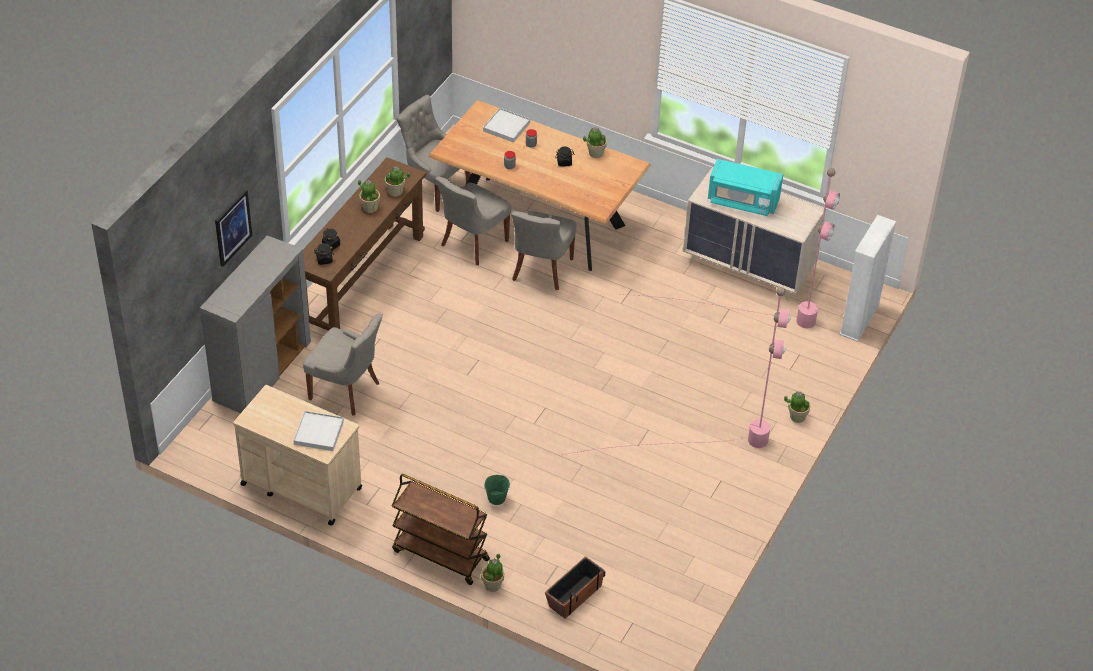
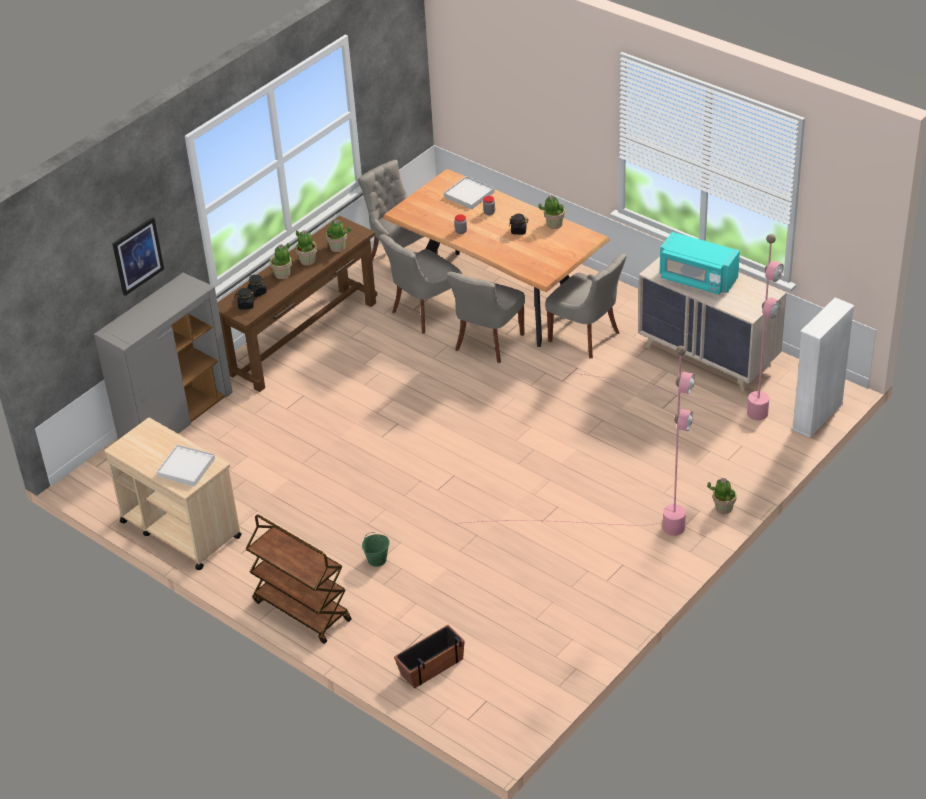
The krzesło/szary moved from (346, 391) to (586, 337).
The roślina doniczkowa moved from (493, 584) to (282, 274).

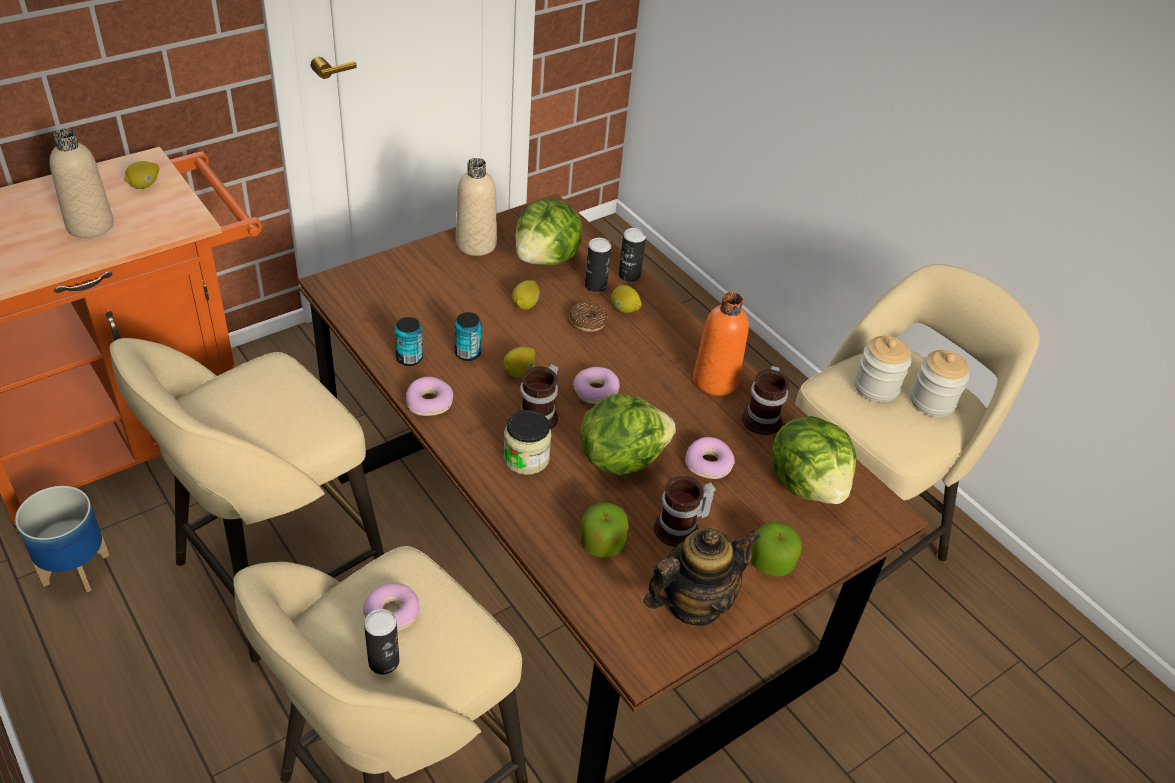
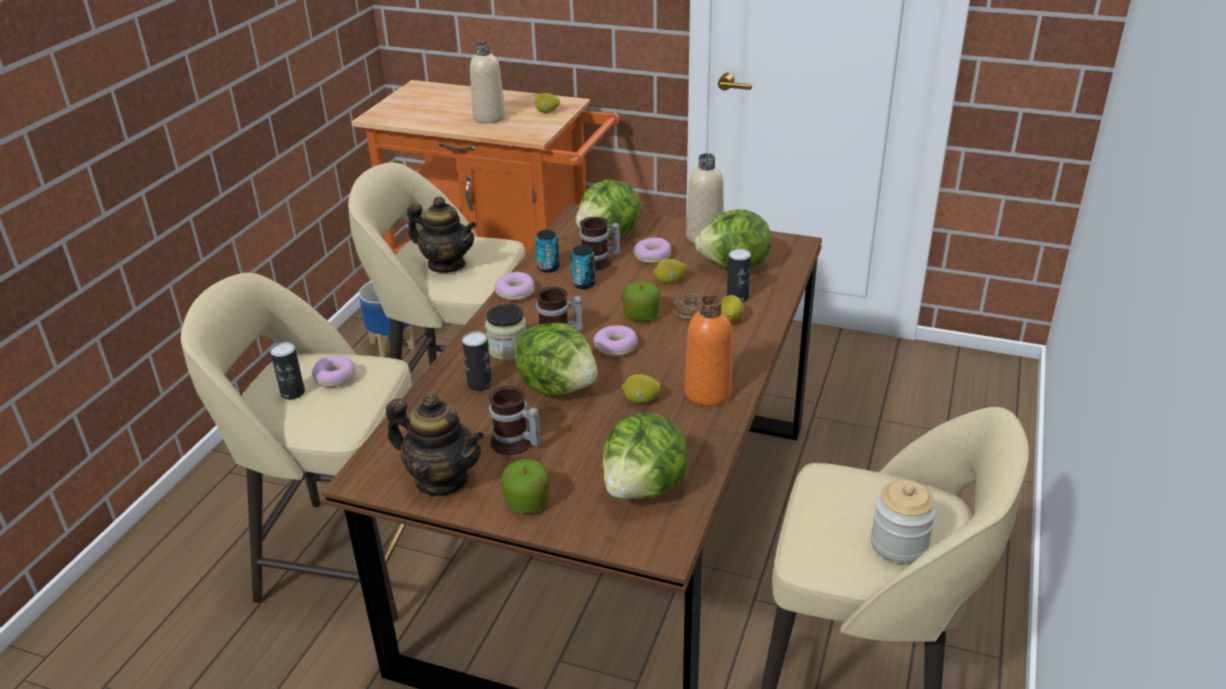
The puszka moved from (629, 276) to (479, 384).
The słoik at (876, 387) disappeared.
The cytryna moved from (519, 371) to (641, 400).
The kubek moved from (764, 417) to (599, 262).
The donut moved from (708, 464) to (652, 257).
The jabłko moved from (602, 543) to (641, 315).
The sałata at (610, 234) appeared.
The imbryk at (446, 265) appeared.

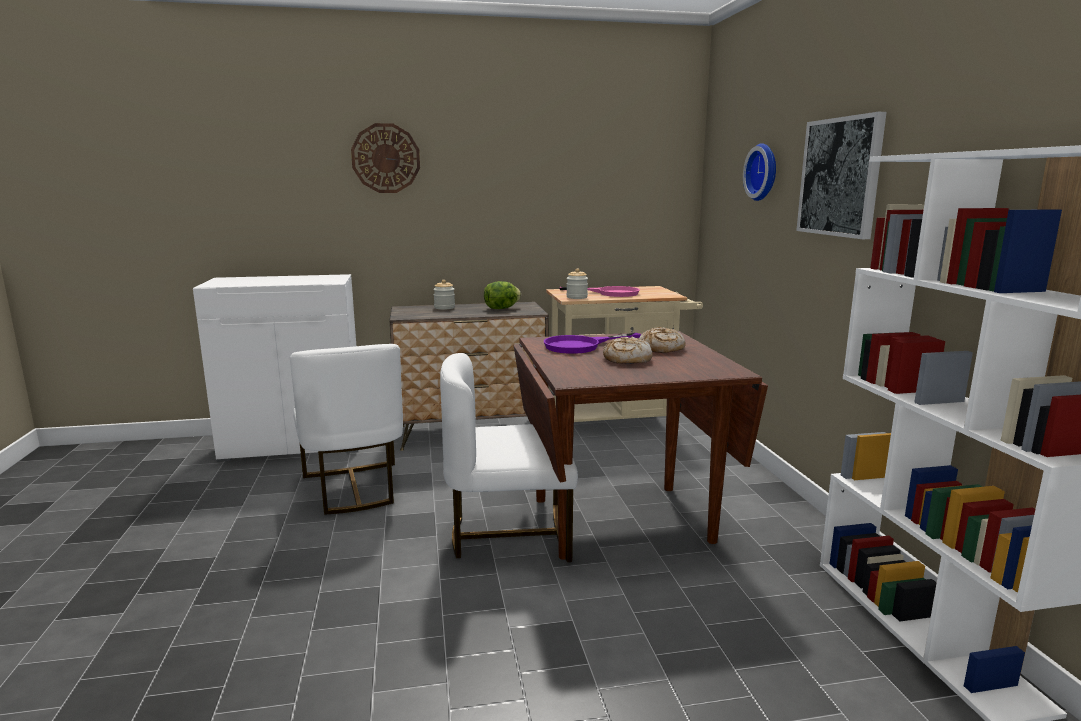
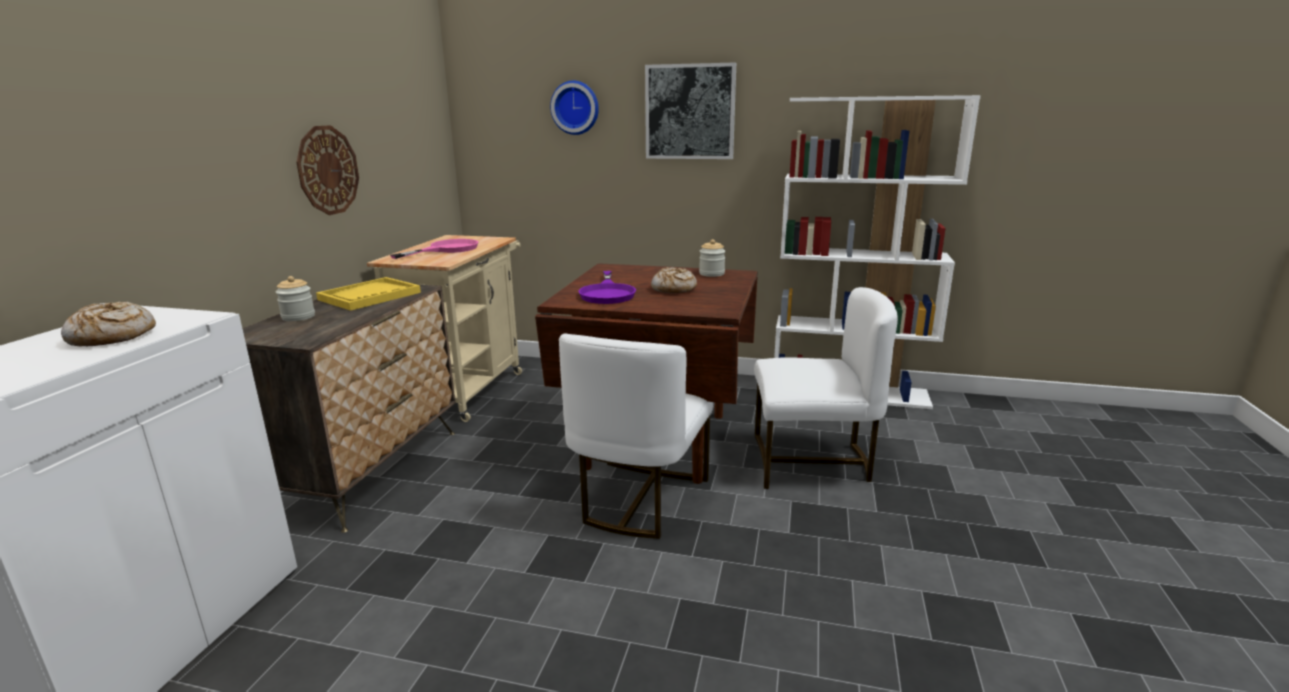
The zegar ścienny moved from (386, 158) to (328, 170).
The słoik moved from (577, 297) to (711, 274).
The sałata at (501, 308) was replaced by the taca/żółty at (369, 296).
The chleb moved from (661, 349) to (112, 337).
The krzesło/biały moved from (353, 488) to (811, 462).

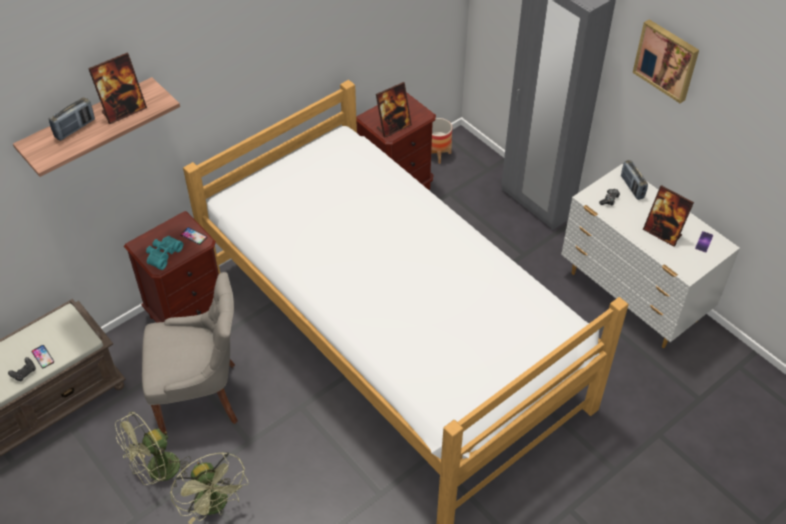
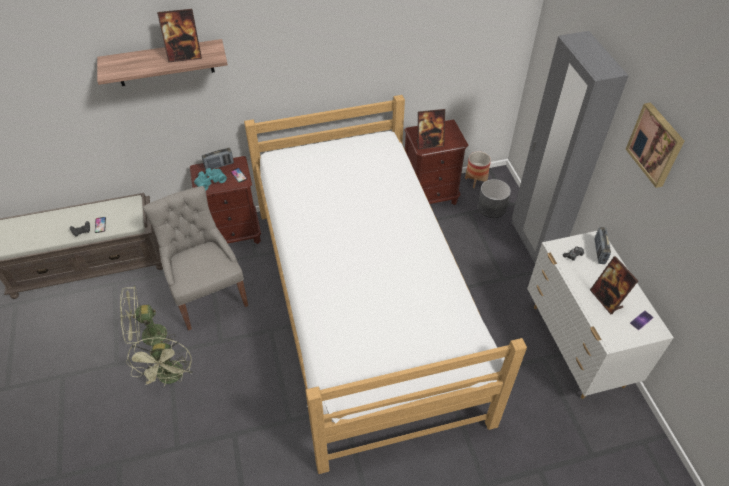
The radio moved from (75, 128) to (219, 165).
The krzesło/szary at (201, 396) turned 135 degrees counterclockwise.
The donica/szary at (492, 208) appeared.

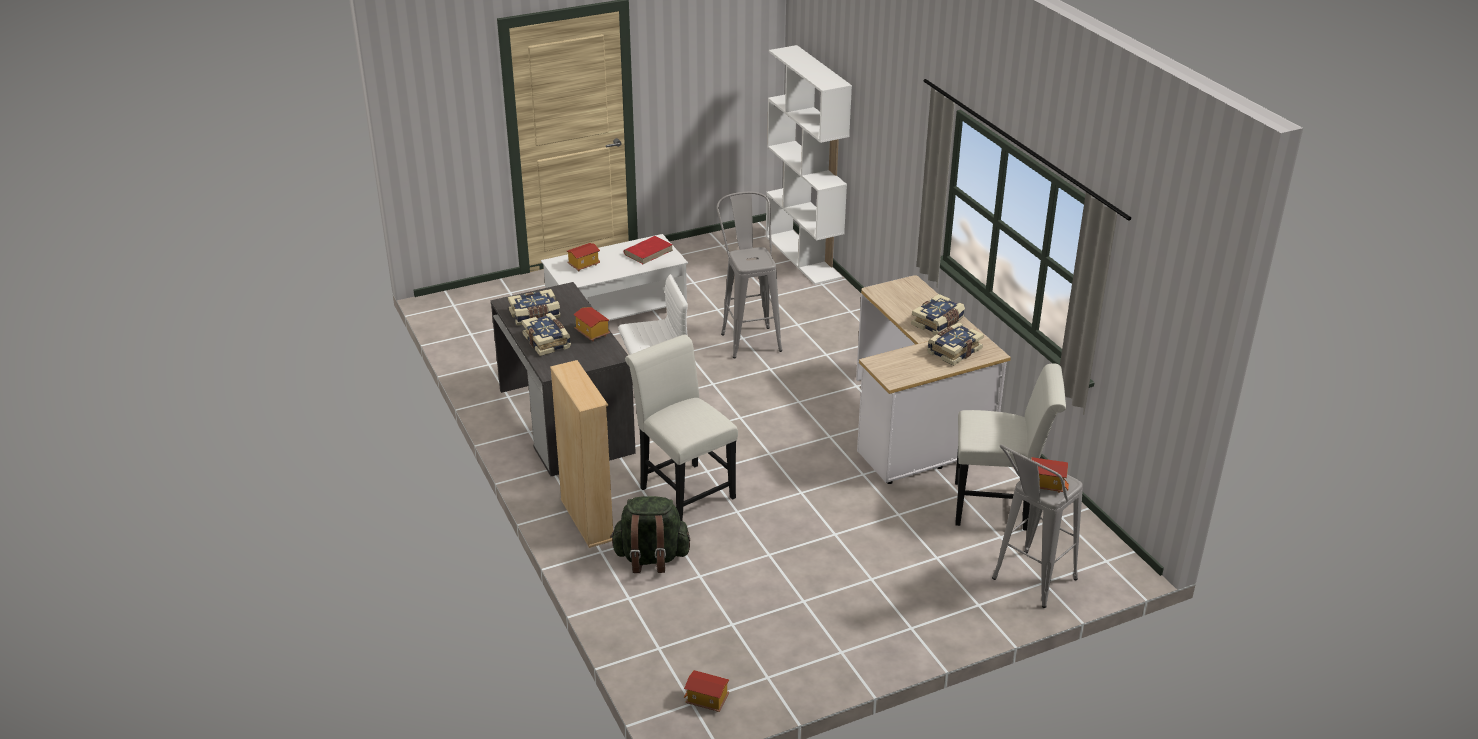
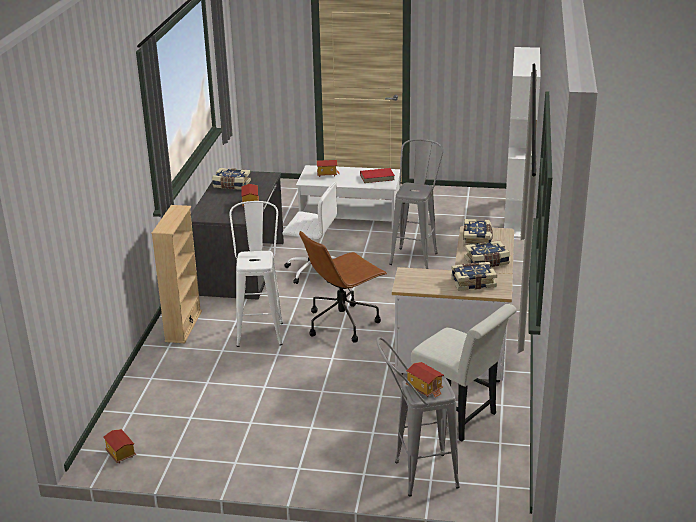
The książka moved from (548, 341) to (477, 239).
The krzesło/biały at (683, 489) was replaced by the stołek/biały at (260, 330).
The plecak/zielony at (651, 558) disappeared.
The krzesło biurowe/brązowy at (343, 322) appeared.

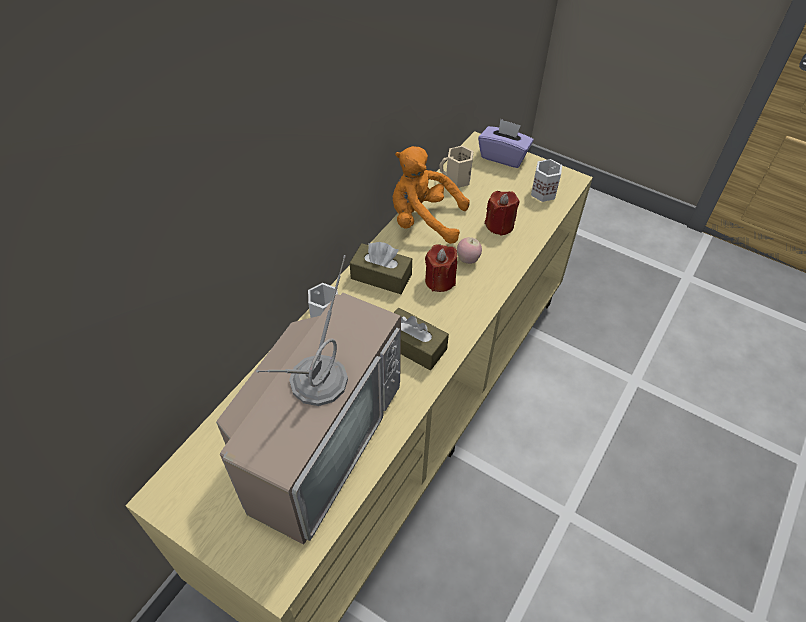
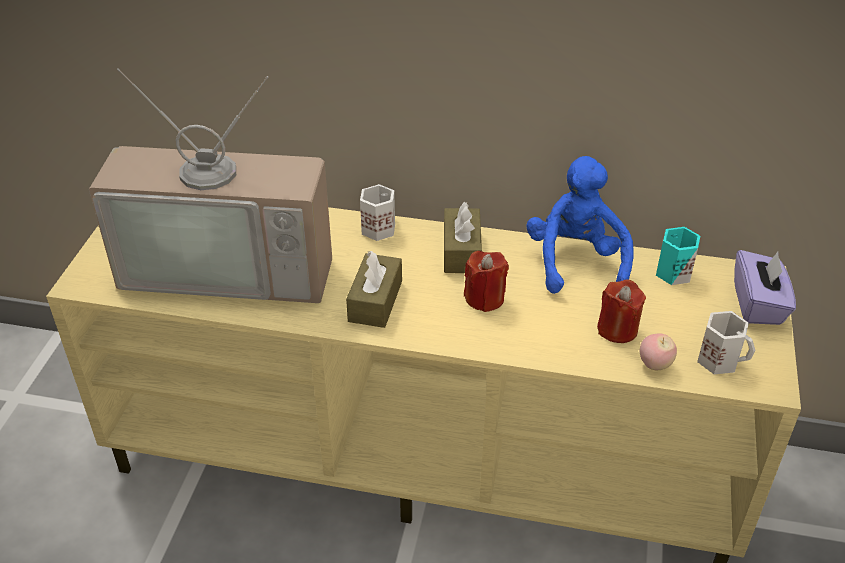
The pluszak/pomarańczowy at (423, 220) became the pluszak/niebieski at (575, 261).
The kubek/beżowy at (456, 179) became the kubek/turkusowy at (672, 272).
The jabłko moved from (468, 260) to (654, 365).

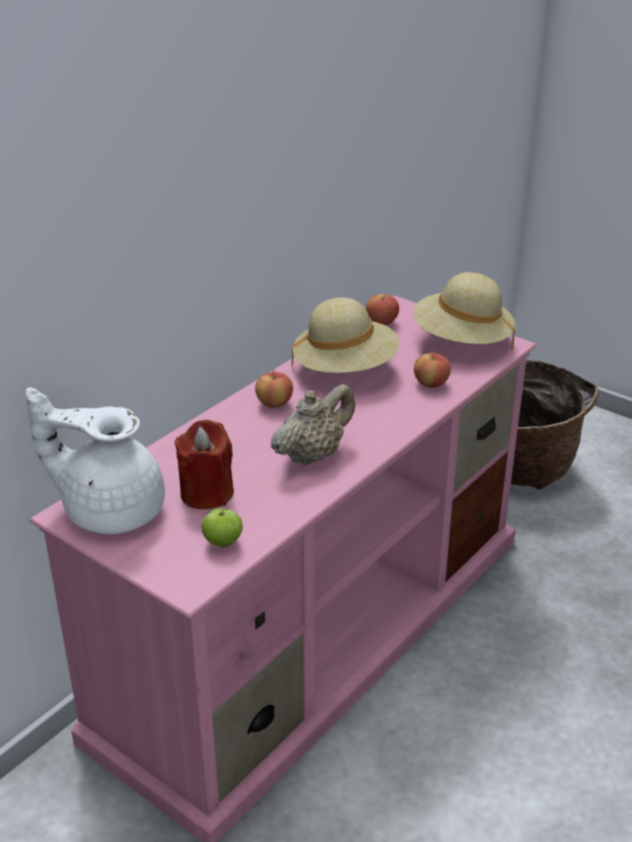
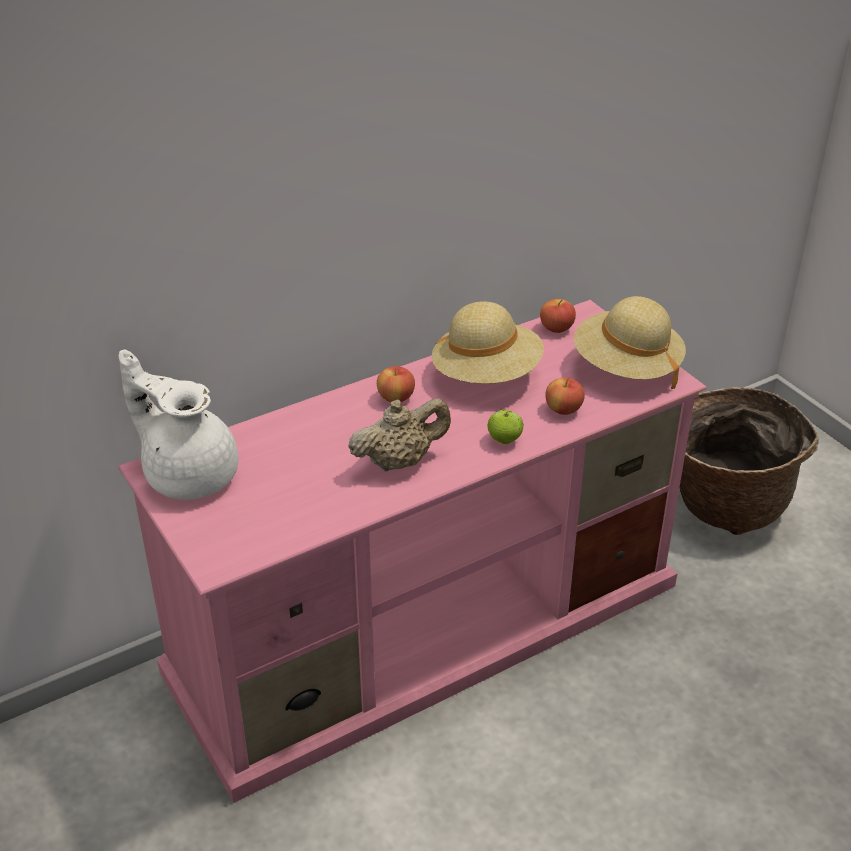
The świeca/czerwony at (207, 493) disappeared.
The jabłko moved from (223, 542) to (504, 440).

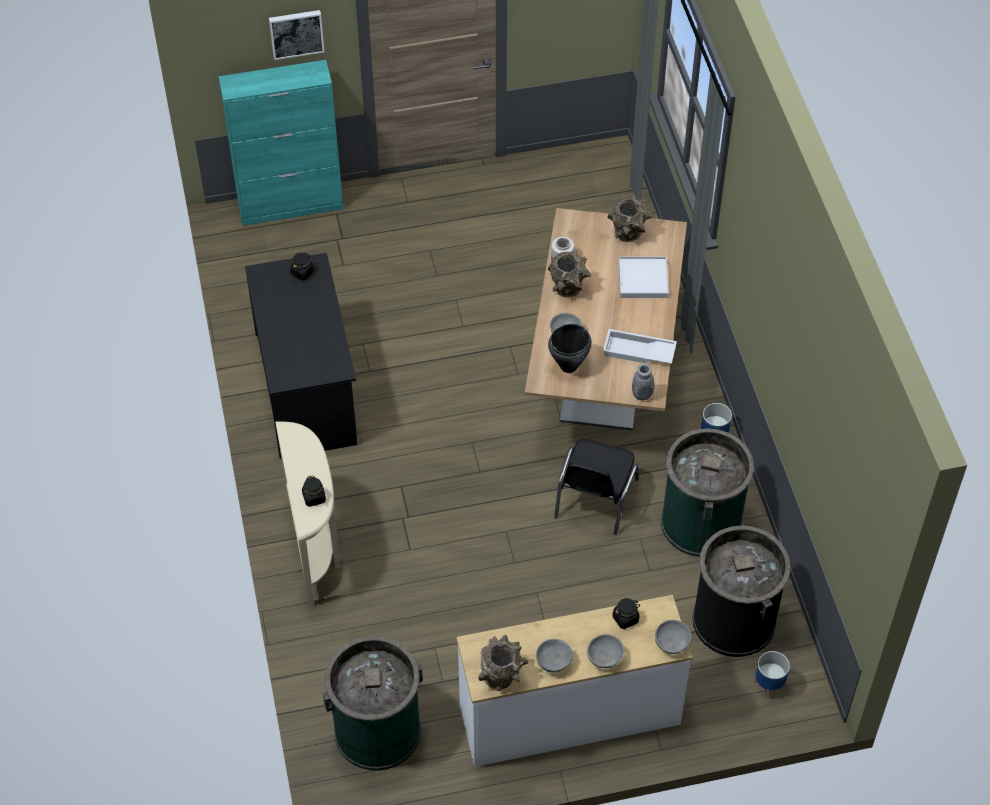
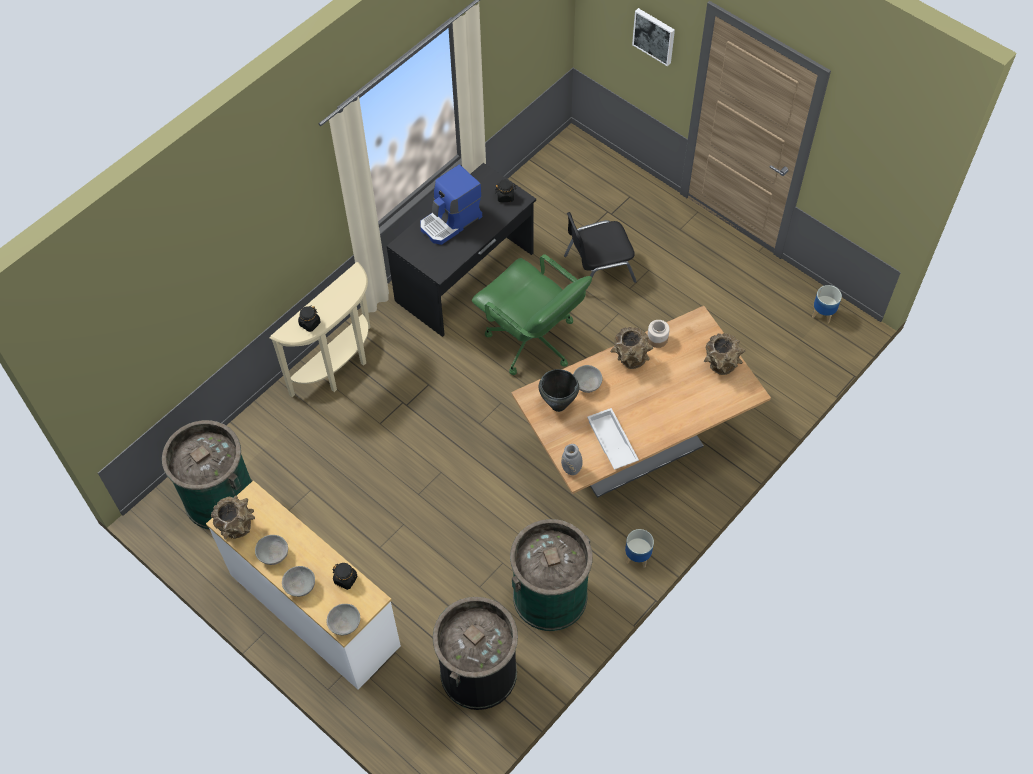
The szafka/turkusowy at (291, 205) disappeared.
The taca/biały at (643, 279) disappeared.
The krzesło/czarny moved from (594, 499) to (598, 268).
The donica moved from (768, 685) to (822, 313).
The ekspres do kawy at (451, 222) appeared.
The krzesło biurowe/zielony at (532, 341) appeared.

